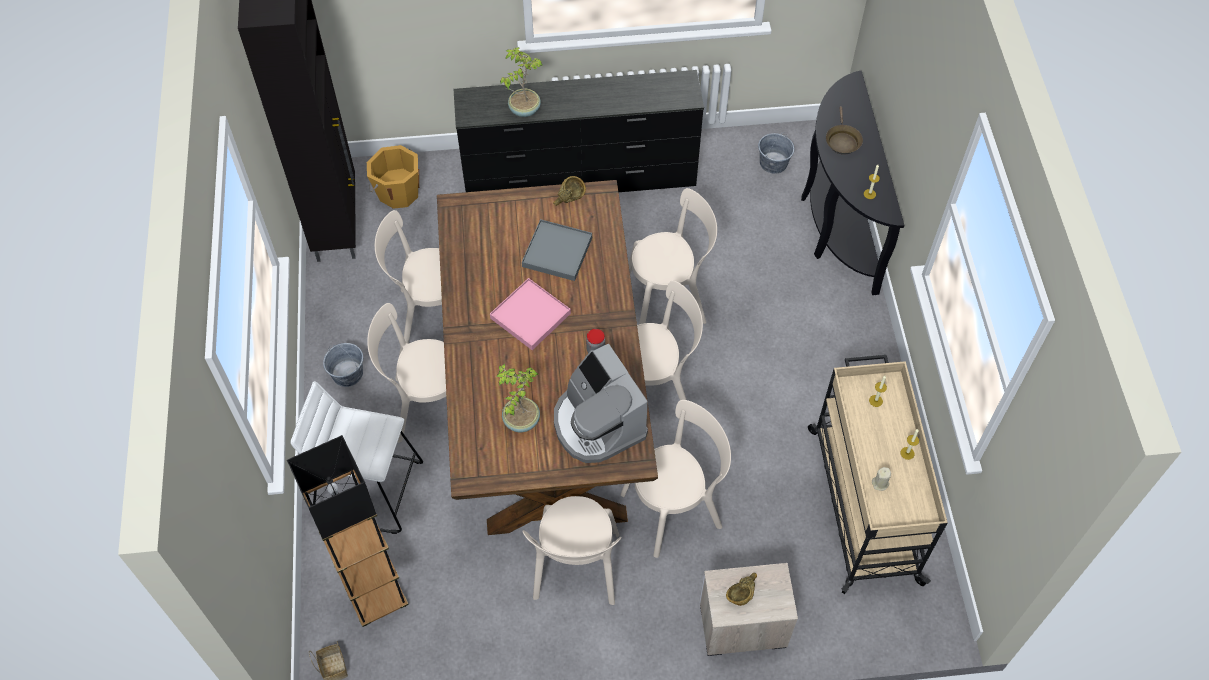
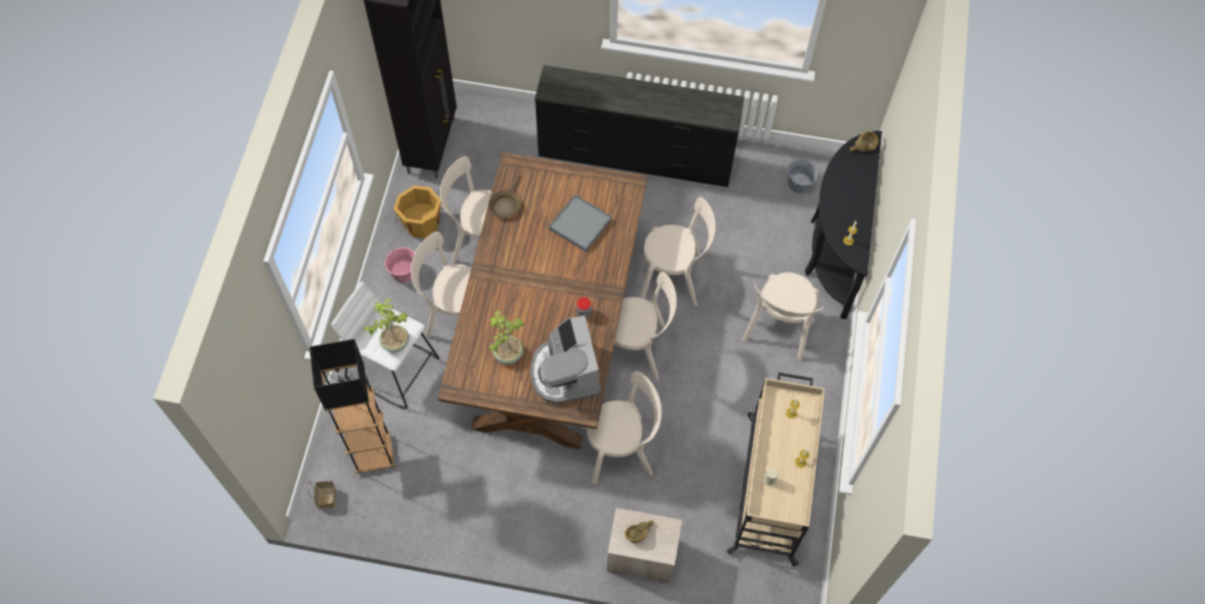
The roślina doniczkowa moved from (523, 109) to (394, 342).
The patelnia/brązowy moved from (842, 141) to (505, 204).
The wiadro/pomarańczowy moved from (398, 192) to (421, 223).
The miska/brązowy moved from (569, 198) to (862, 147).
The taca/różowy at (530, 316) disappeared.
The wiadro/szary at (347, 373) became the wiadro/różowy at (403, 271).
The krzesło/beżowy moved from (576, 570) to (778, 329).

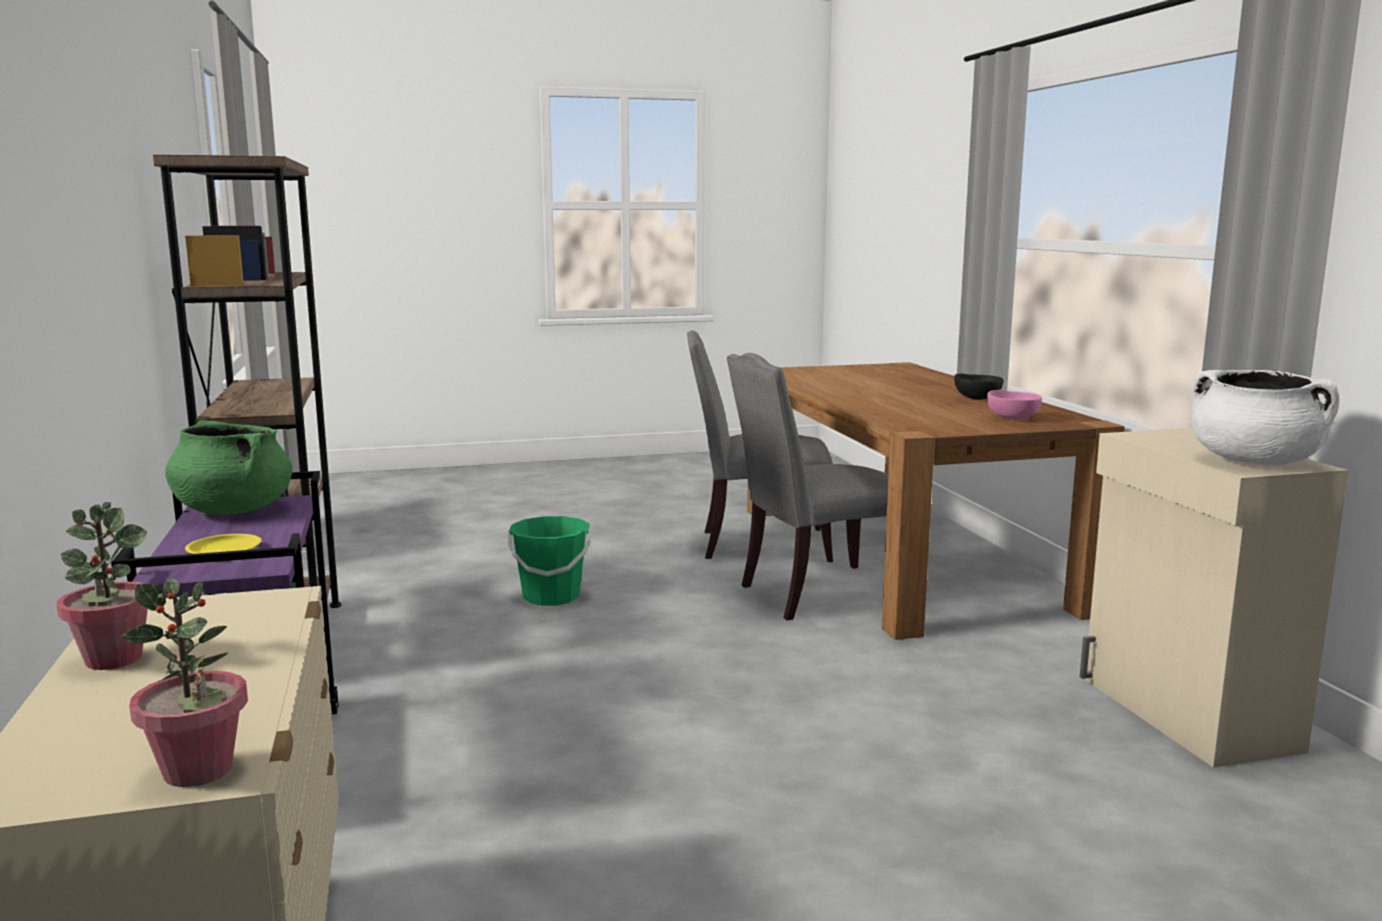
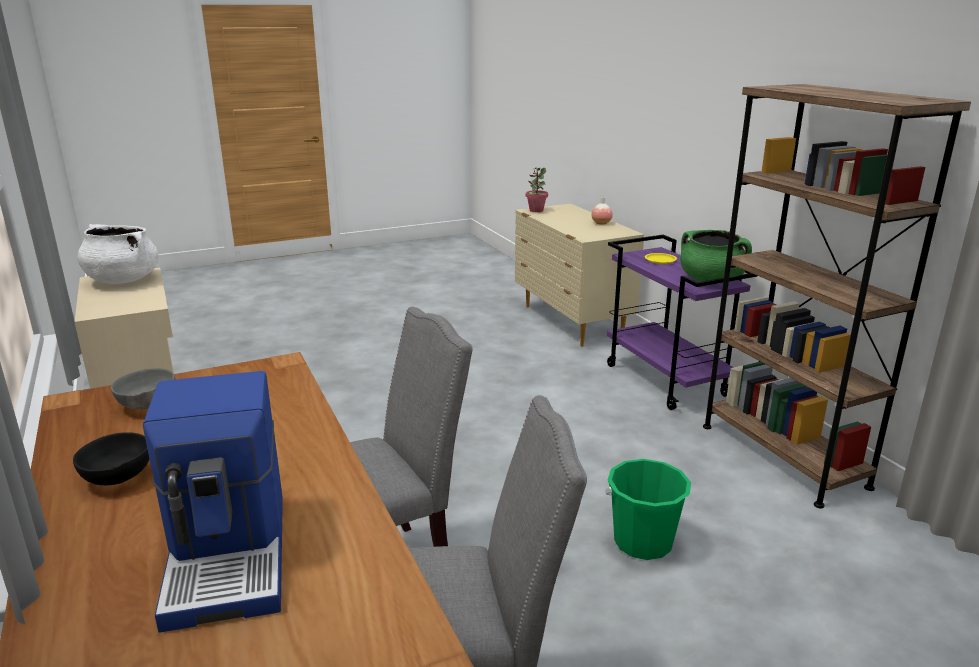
The miska/różowy at (1012, 418) became the miska/szary at (147, 406).
The roślina doniczkowa at (113, 659) was replaced by the wazon at (601, 223).
The ekspres do kawy at (231, 555) appeared.

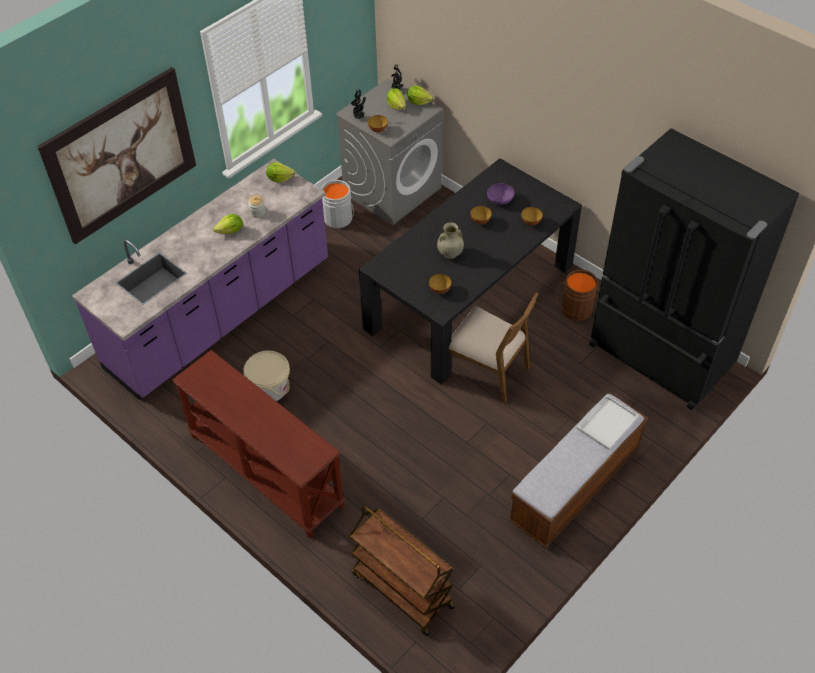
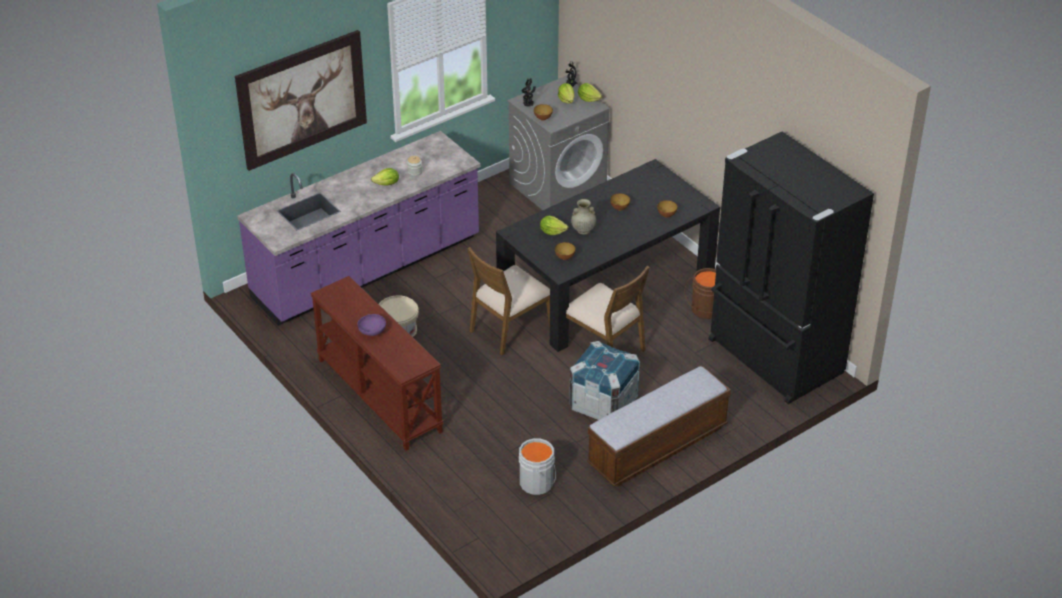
The sałata moved from (279, 178) to (552, 232).
The wiadro/szary moved from (339, 218) to (538, 482).
The miska/fioletowy moved from (500, 200) to (372, 332).
The taca/biały at (607, 424) disappeared.
The wózek/brązowy at (401, 590) disappeared.
The krzesło/brązowy at (509, 328) appeared.
The skrzynka at (603, 404) appeared.

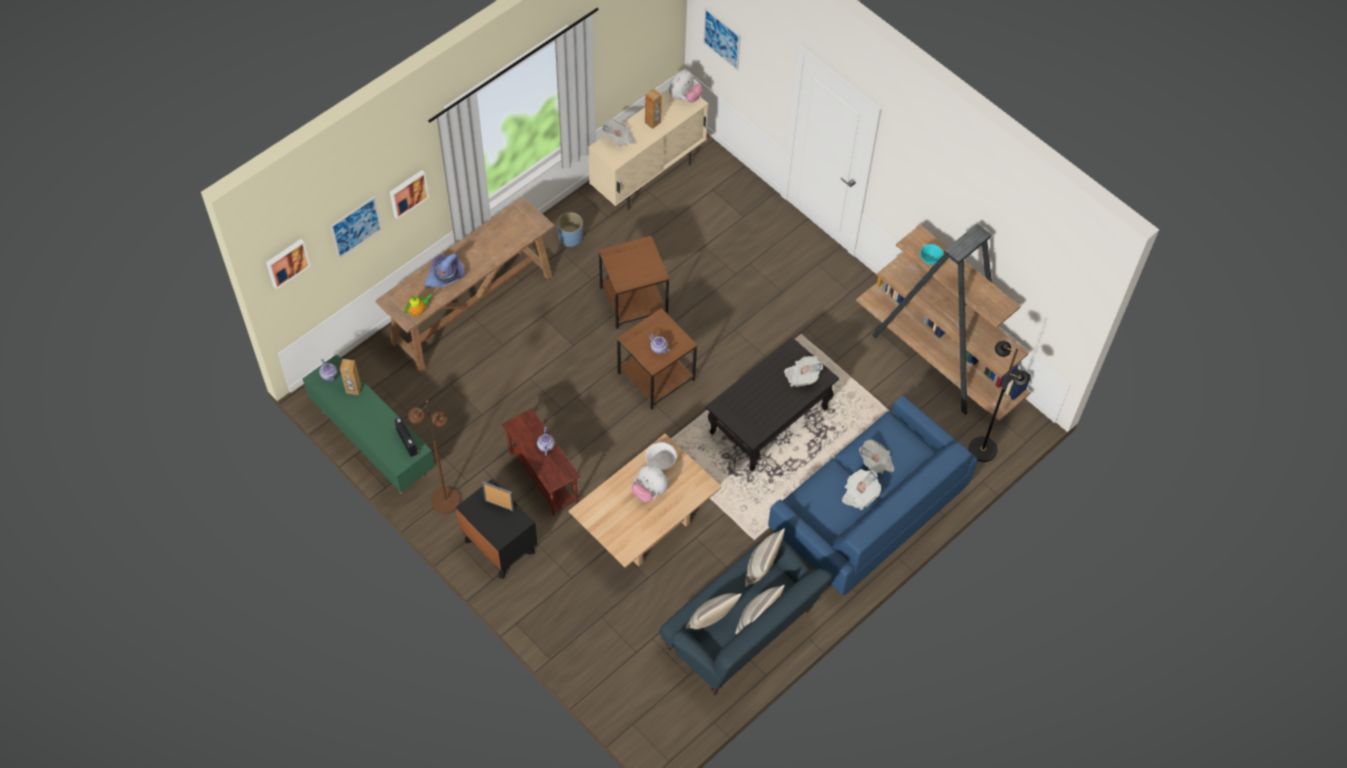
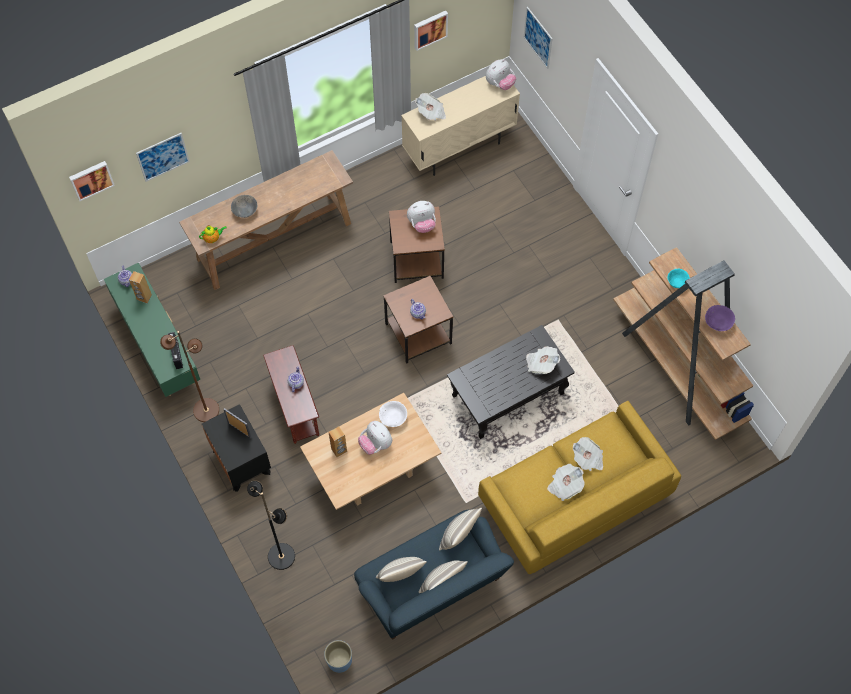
The głośnik/brązowy moved from (653, 122) to (339, 450).
The obraz moved from (408, 193) to (430, 29).
The donica/niebieski moved from (570, 237) to (339, 660).
The kapelusz/fioletowy at (445, 276) was replaced by the miska/szary at (245, 211).
The lampa stojąca/czarny moved from (982, 449) to (281, 556).
The kanapa/niebieski at (867, 514) became the kanapa/żółty at (573, 500).
The pluszak at (422, 224) appeared.
The miska/fioletowy at (718, 322) appeared.

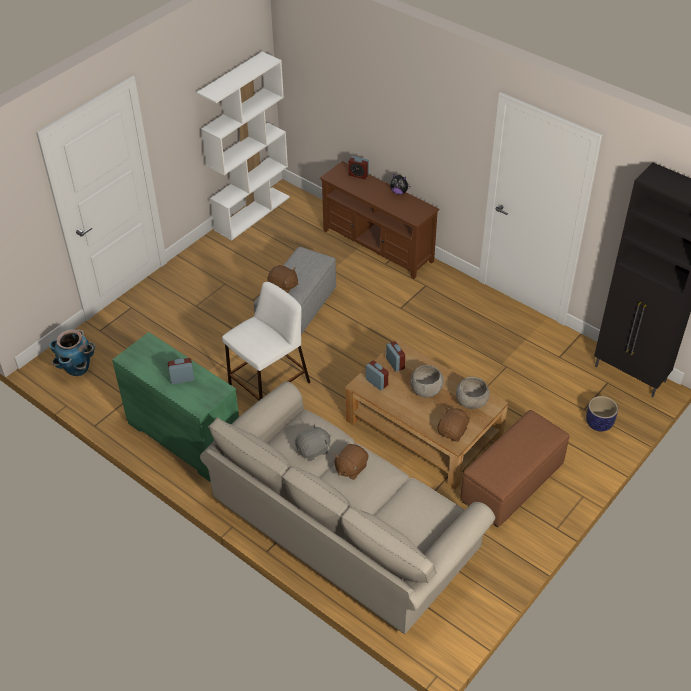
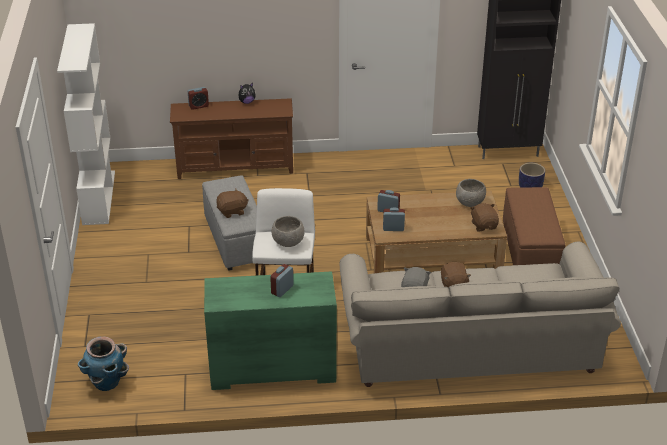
The miska/szary moved from (426, 390) to (288, 242).

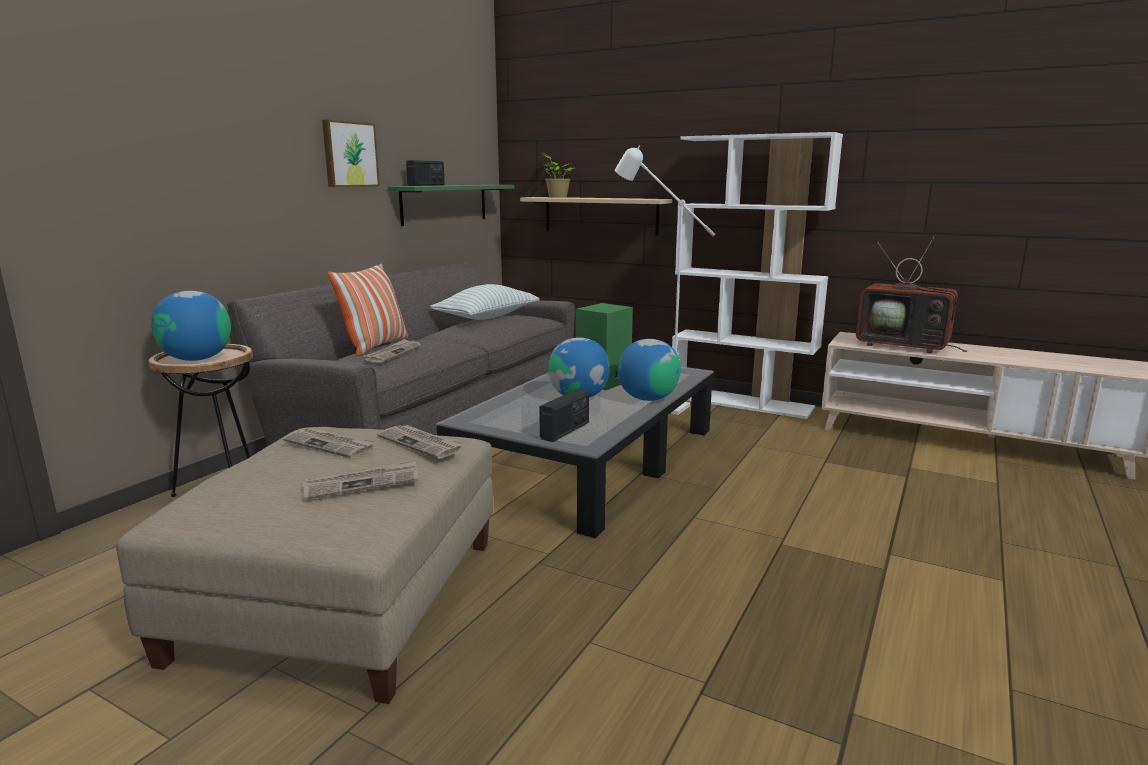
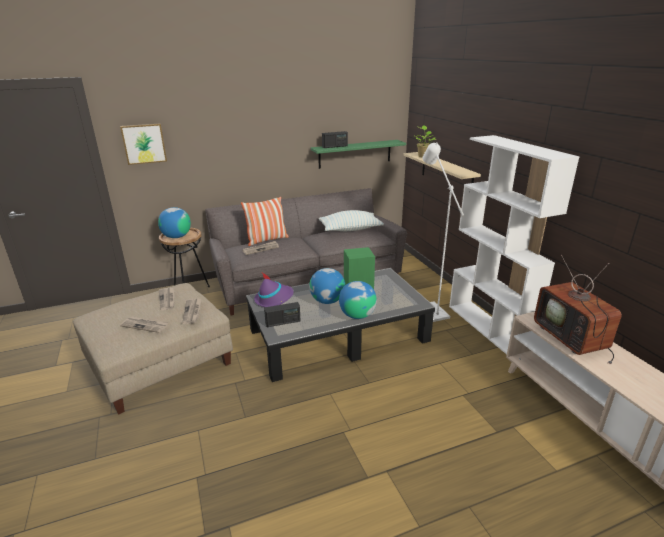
The obraz moved from (349, 154) to (144, 143).
The kapelusz/fioletowy at (274, 299) appeared.

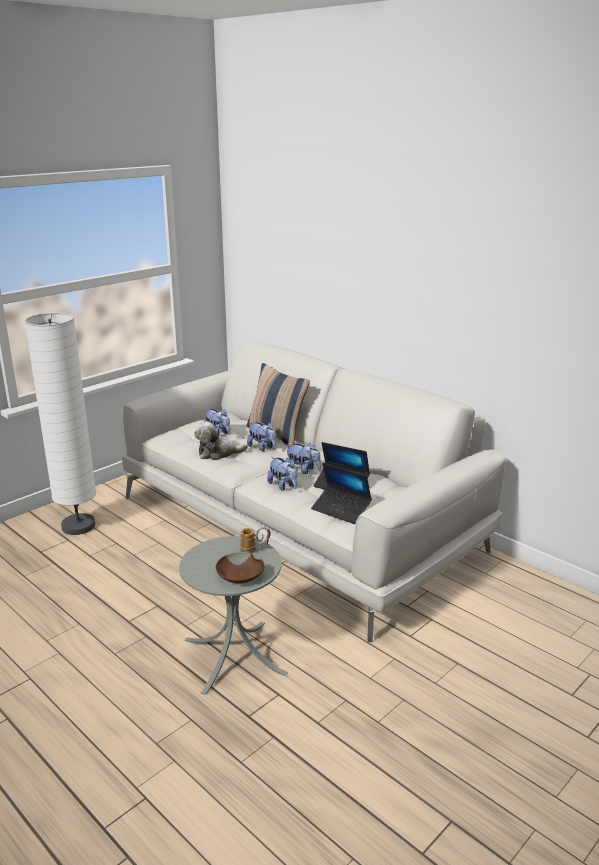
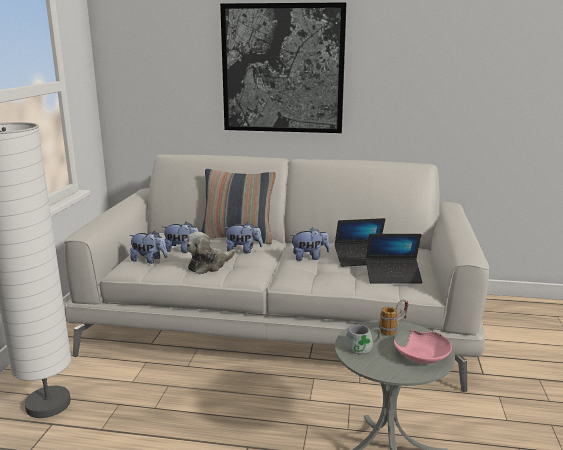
The pluszak moved from (283, 486) to (149, 260).
The miska/brązowy at (240, 575) became the miska/różowy at (422, 355).
The obraz at (283, 69) appeared.
The kubek/szary at (363, 348) appeared.

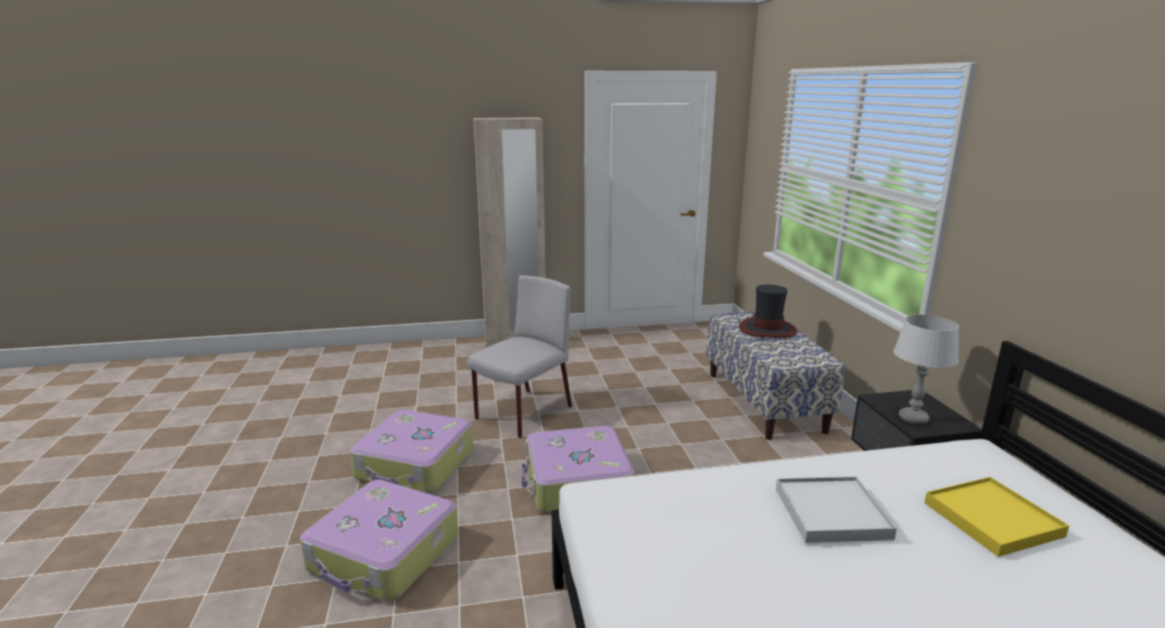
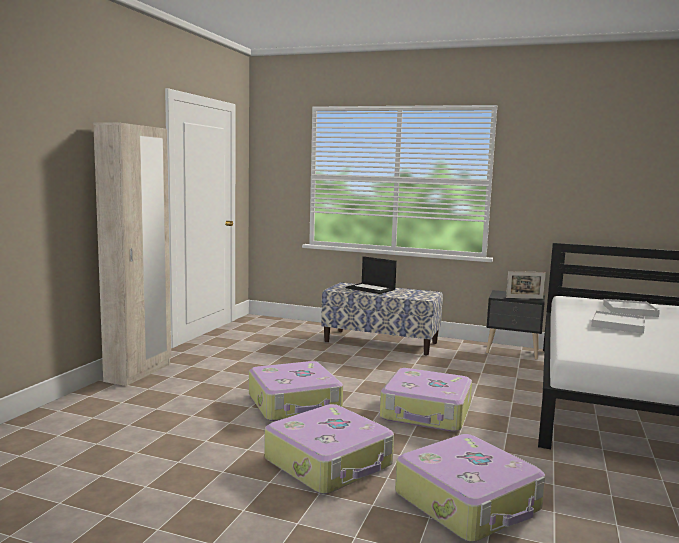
The krzesło/szary at (523, 414) was replaced by the walizka at (295, 403).
The kapelusz at (767, 329) was replaced by the laptop at (371, 289).
The lampa stołowa/szary at (913, 418) was replaced by the ramka na zdjęcie at (524, 298).
The taca/żółty at (992, 519) became the taca/biały at (629, 310).

